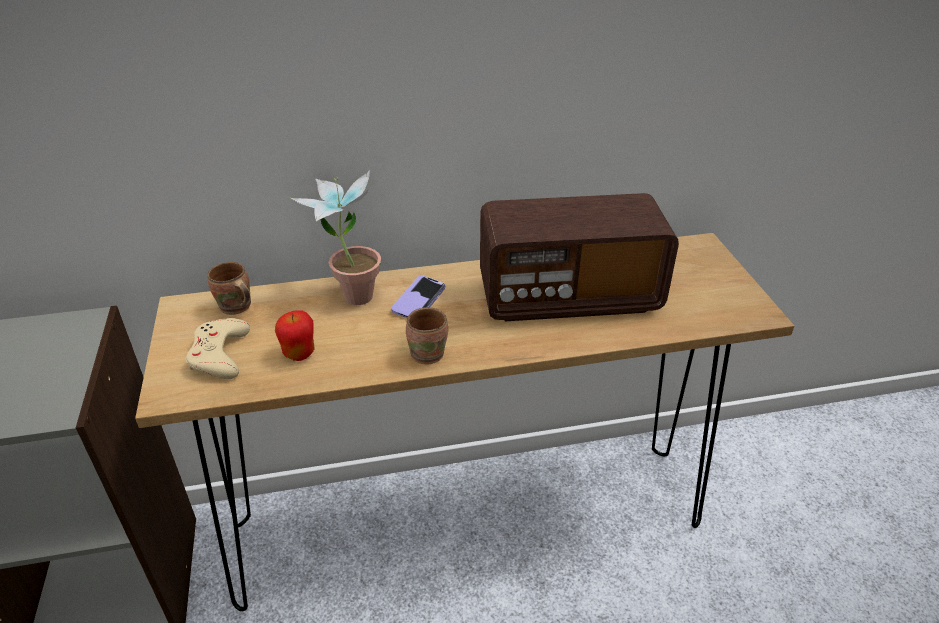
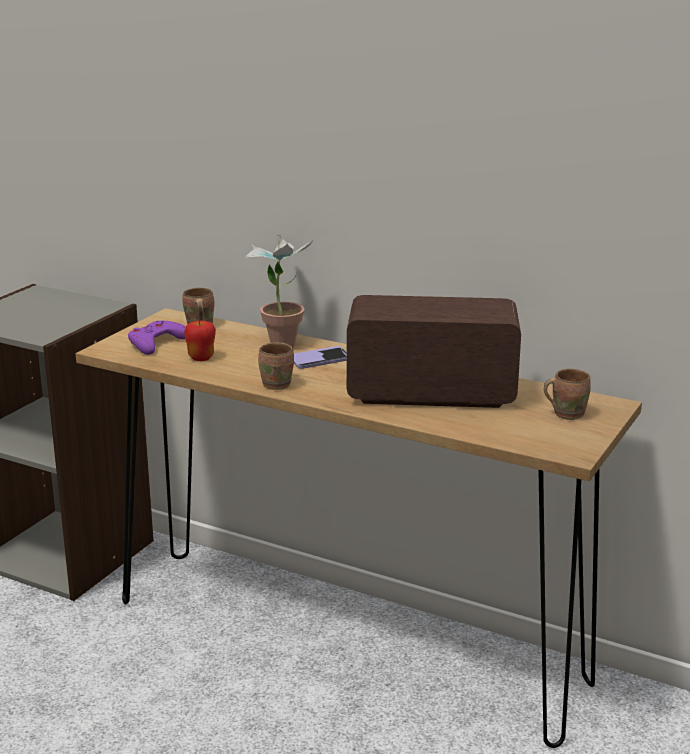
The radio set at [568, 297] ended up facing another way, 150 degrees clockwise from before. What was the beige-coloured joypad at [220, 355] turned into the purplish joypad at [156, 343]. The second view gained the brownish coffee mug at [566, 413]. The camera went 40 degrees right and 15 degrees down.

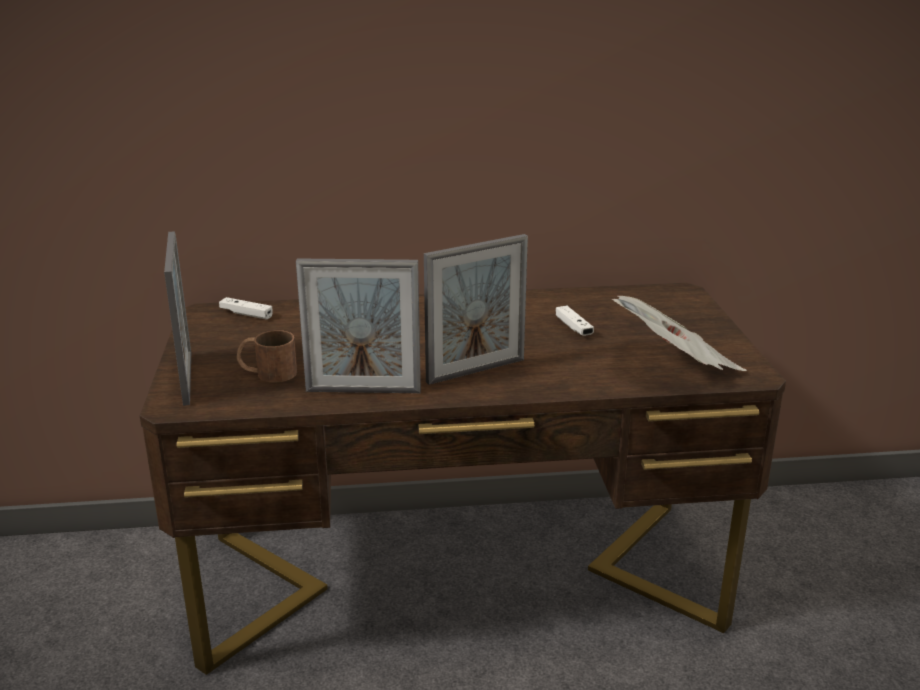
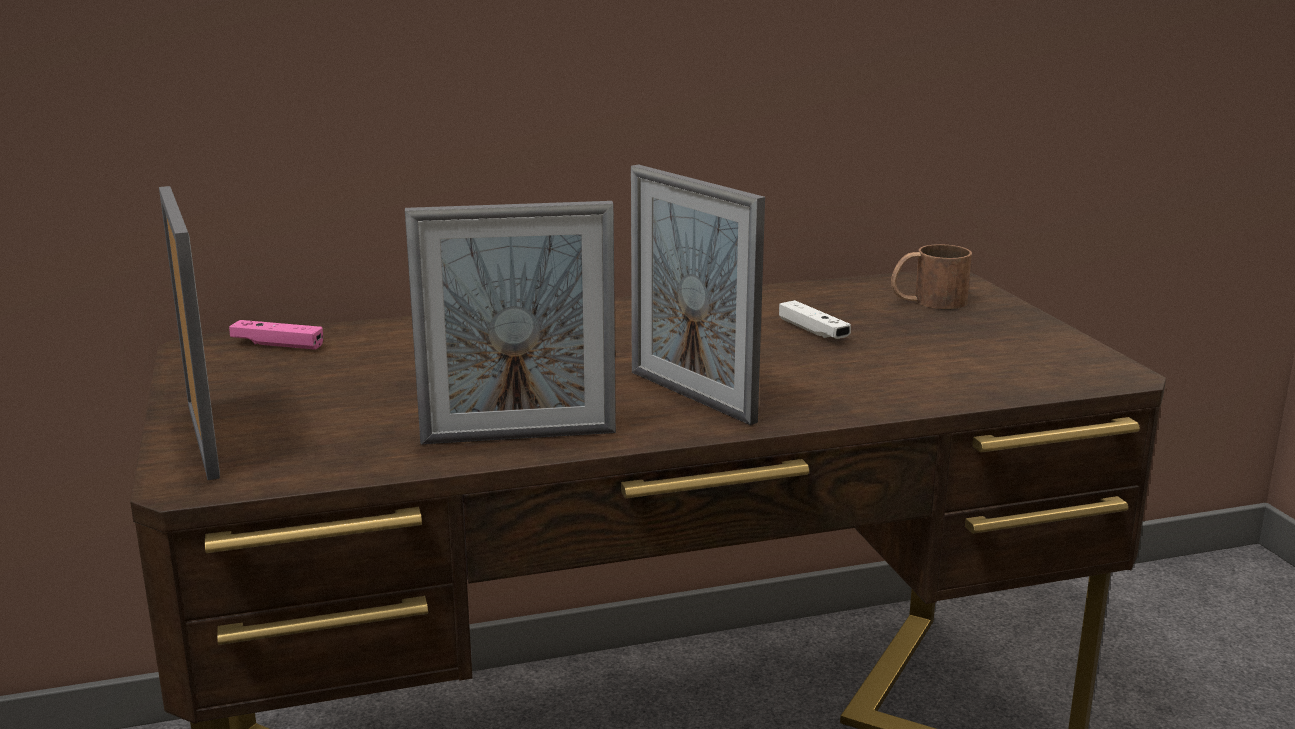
The photo frame at [476, 371] ended up facing another way, 90 degrees clockwise from before. The second view lost the printed paper at [676, 366]. What was the white joypad at [246, 314] turned into the pink joypad at [277, 344]. The brownish coffee mug ended up elsewhere, having gone from [267, 373] to [927, 301]. The camera went 10 degrees left and 5 degrees down.

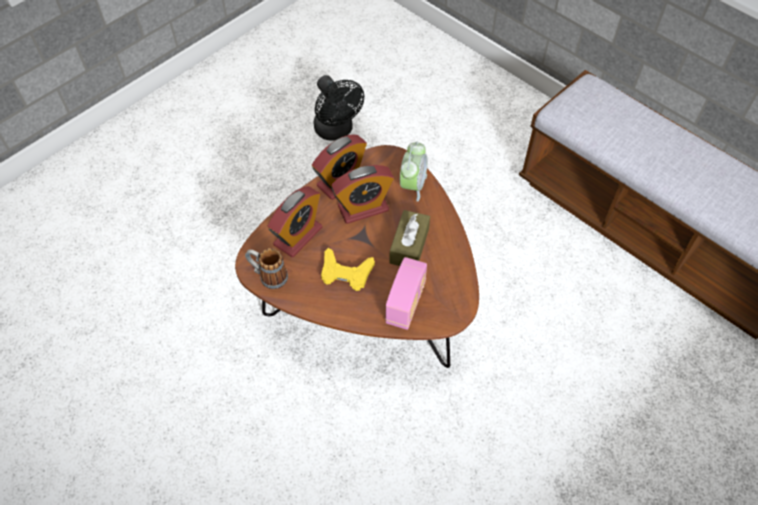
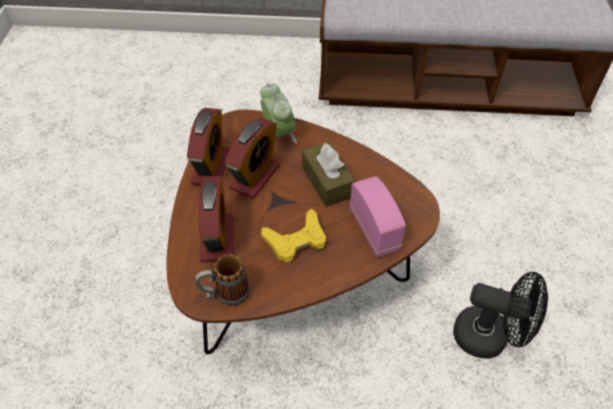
The black cooling fan ended up elsewhere, having gone from [336, 131] to [489, 337]. The camera went 40 degrees left and 5 degrees down.

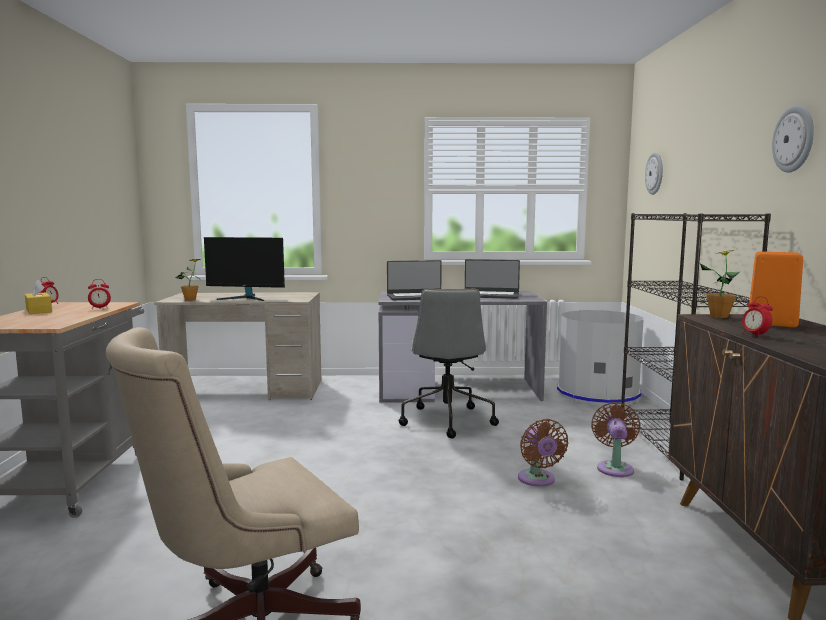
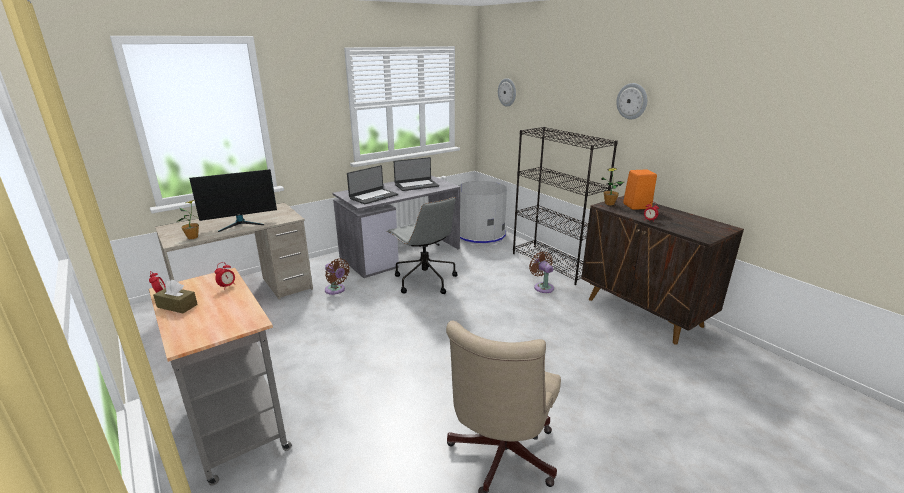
What was the yellow box of tissues at [39, 311] turned into the brownish box of tissues at [177, 306]. The brownish cooling fan ended up elsewhere, having gone from [537, 480] to [336, 290]. The camera went 35 degrees left and 15 degrees up.

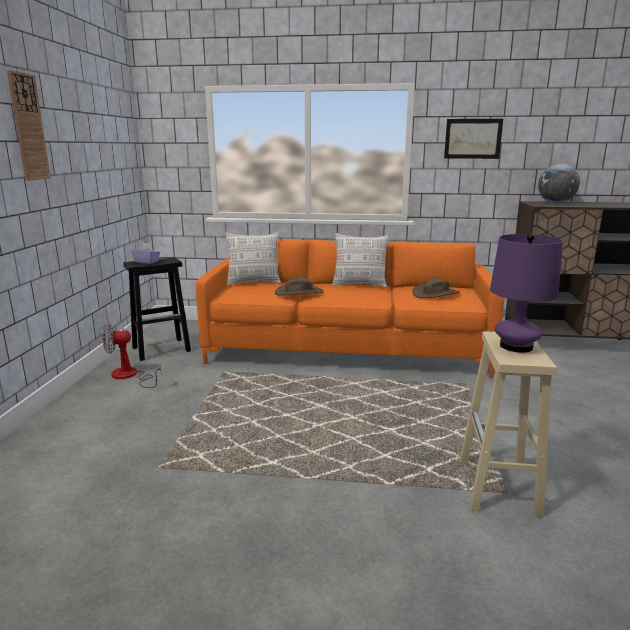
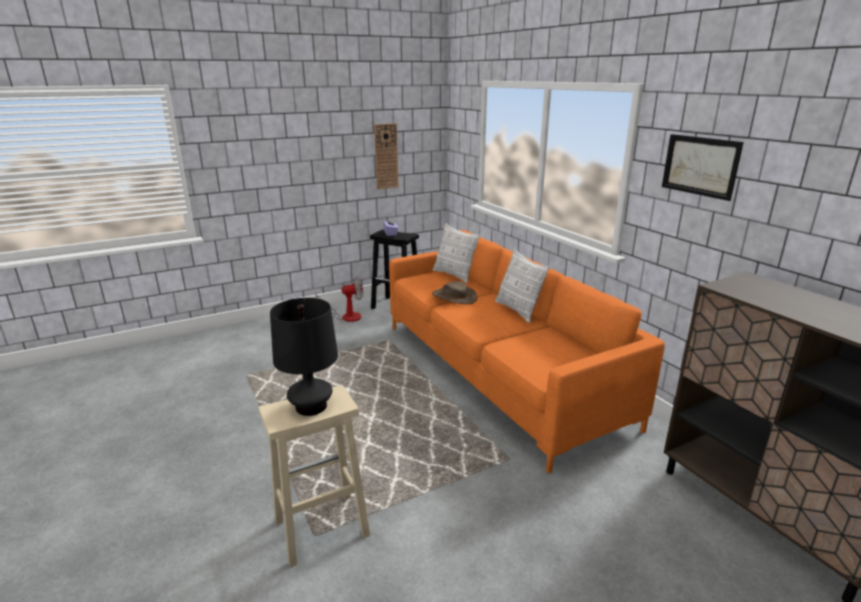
The clock on the wall ended up elsewhere, having gone from [28, 127] to [386, 156]. The second view lost the world globe at [556, 203]. What was the purplish lamp for a table at [516, 346] turned into the black lamp for a table at [311, 406]. The second view lost the brownish wearable hat at [435, 294]. The cooling fan at [130, 376] ended up facing another way, 120 degrees clockwise from before. The camera went 55 degrees right and 5 degrees up.

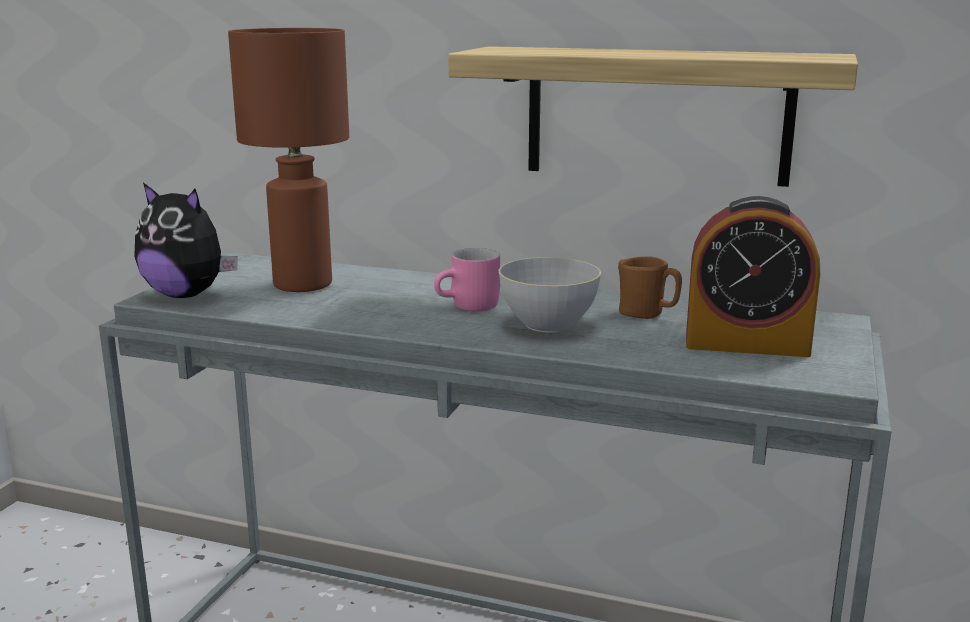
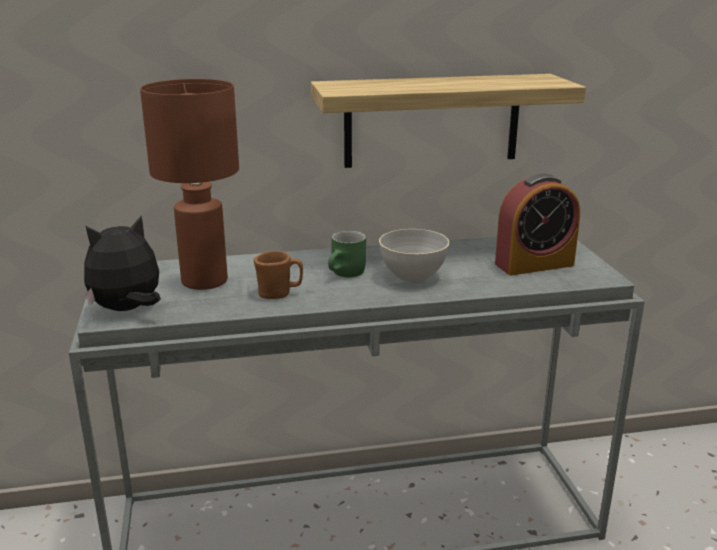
The soft toy at [187, 295] ended up facing another way, 150 degrees clockwise from before. What was the pink coffee mug at [470, 307] turned into the green coffee mug at [347, 274]. The brownish coffee mug ended up elsewhere, having gone from [647, 314] to [279, 294]. The camera went 30 degrees left and 5 degrees up.

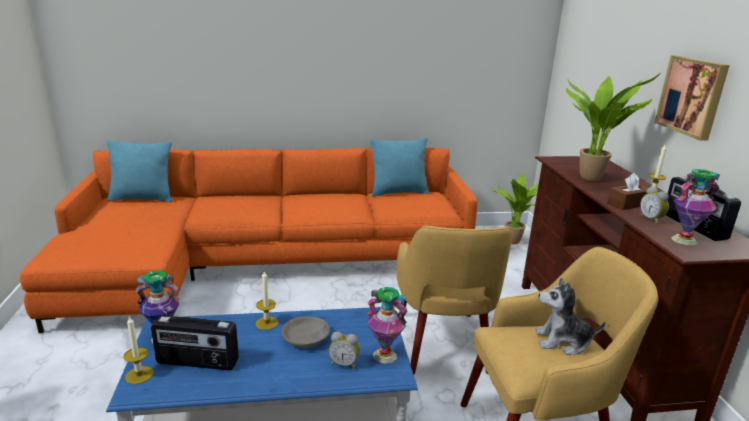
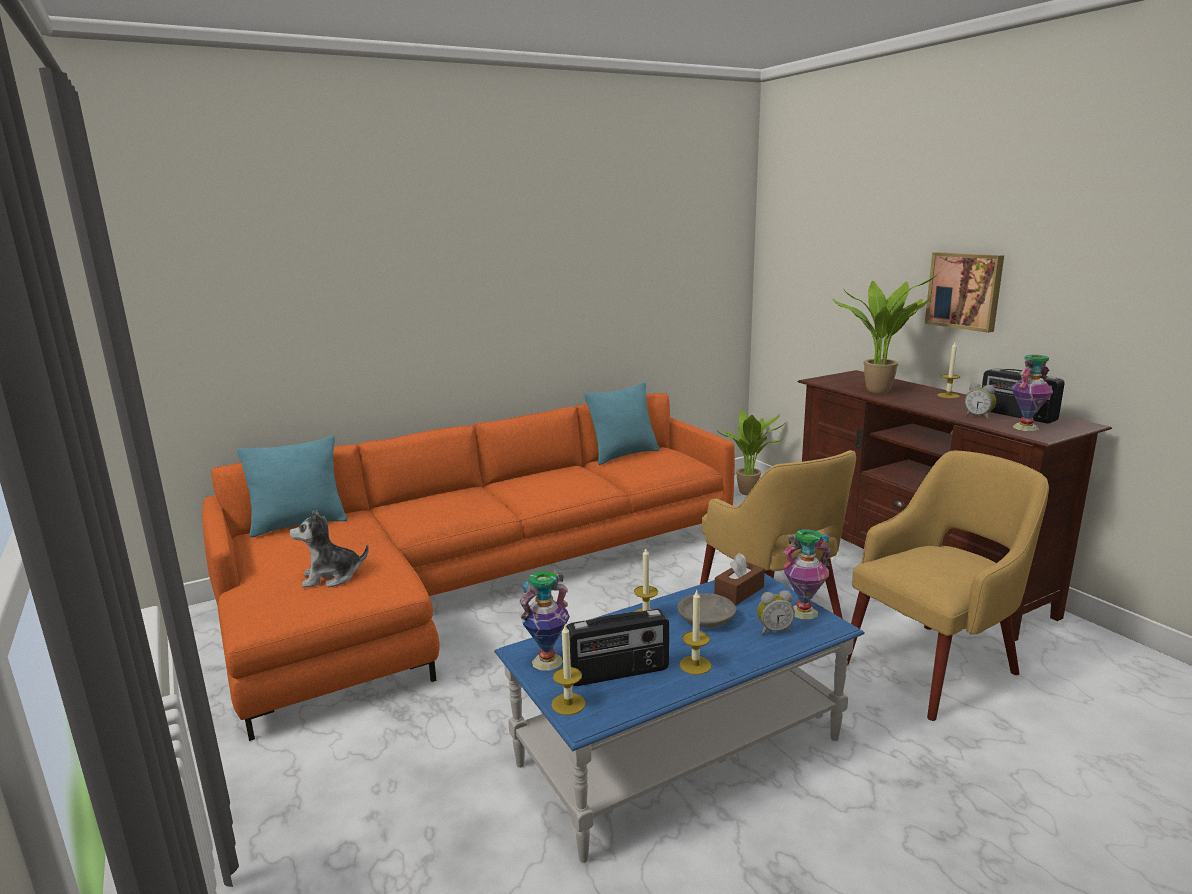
The brownish box of tissues ended up elsewhere, having gone from [628, 204] to [739, 592]. The soft toy ended up elsewhere, having gone from [562, 341] to [331, 577]. The second view gained the wax light at [695, 665]. The camera went 20 degrees left and 5 degrees down.

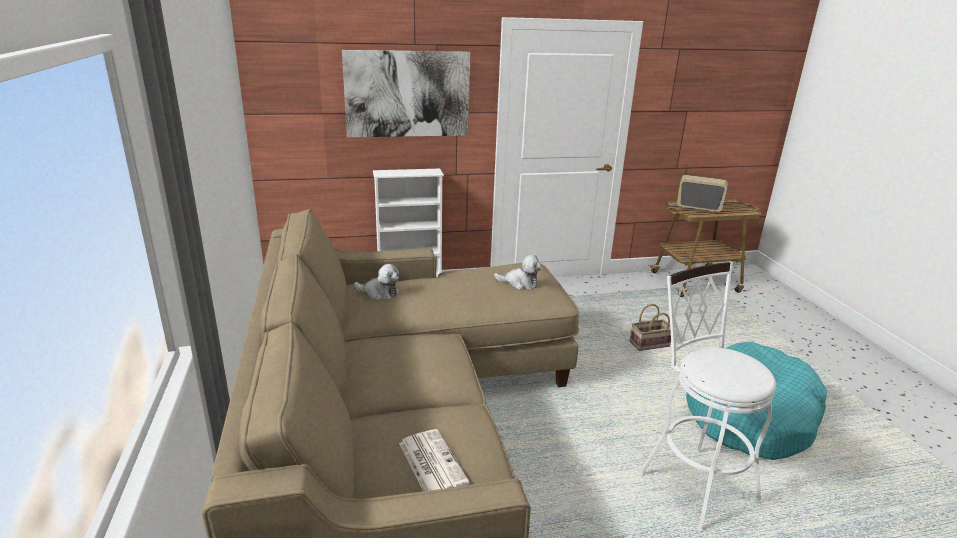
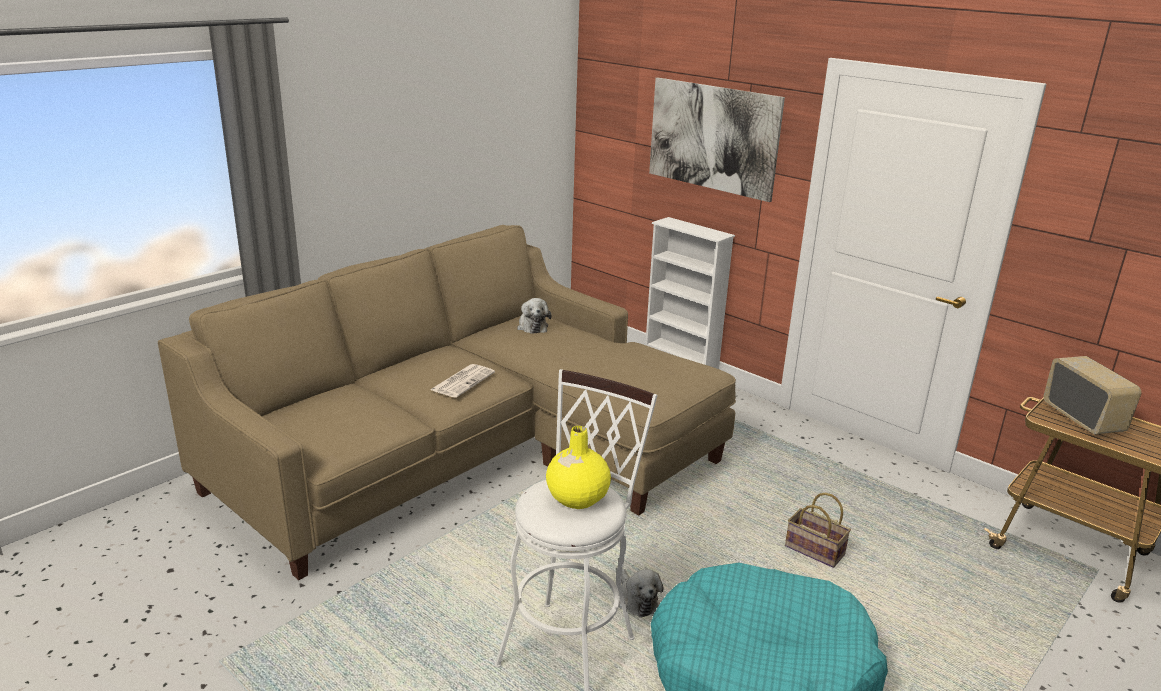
The soft toy ended up elsewhere, having gone from [520, 283] to [636, 600]. The printed paper ended up elsewhere, having gone from [431, 462] to [463, 381]. The second view gained the yellow flower vase at [576, 498]. The camera went 55 degrees right and 0 degrees up.

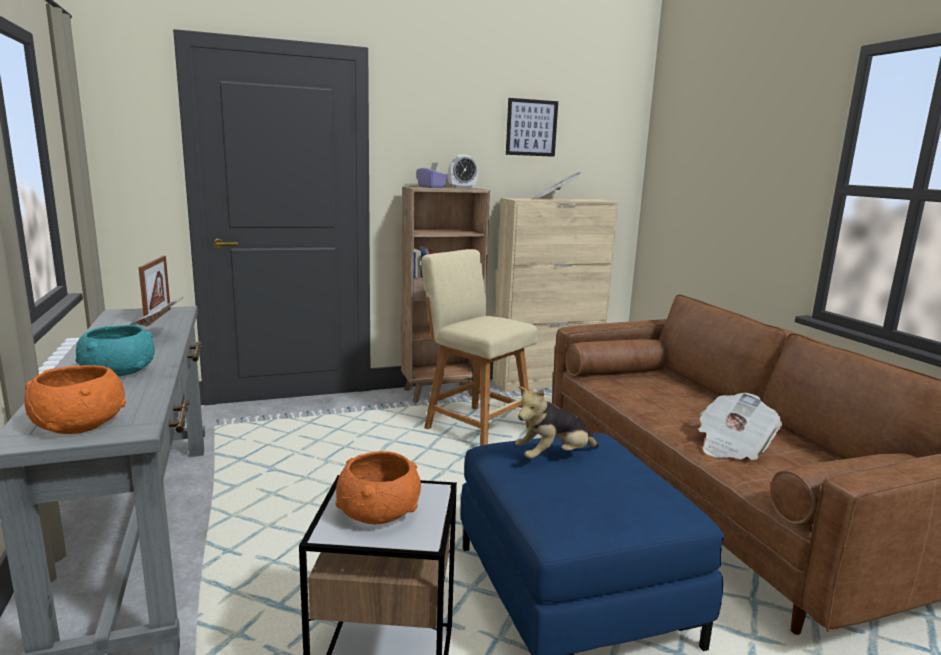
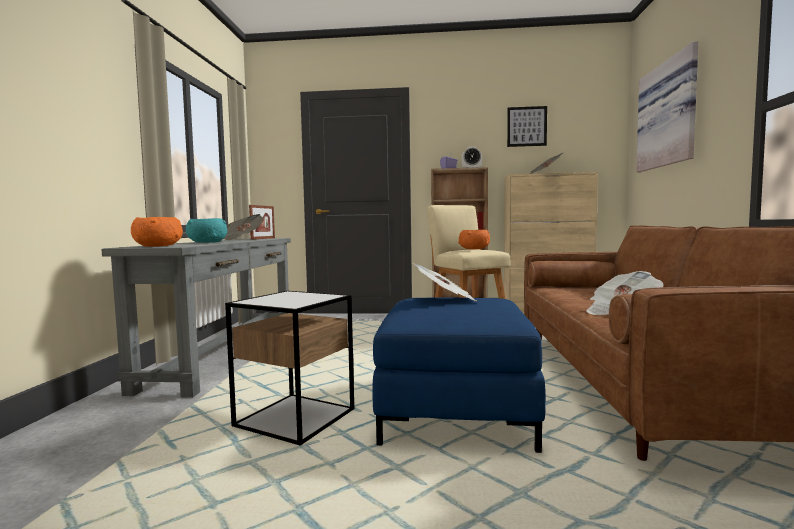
Where the soft toy stood at [554, 457], the printed paper came to stand at [446, 300]. The orange serving bowl ended up elsewhere, having gone from [378, 513] to [474, 249]. The second view gained the picture at [670, 114]. The camera went 25 degrees right and 10 degrees down.

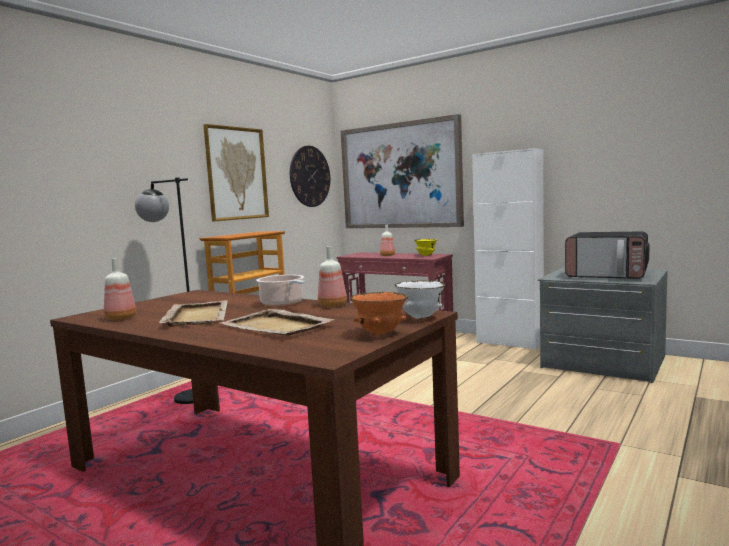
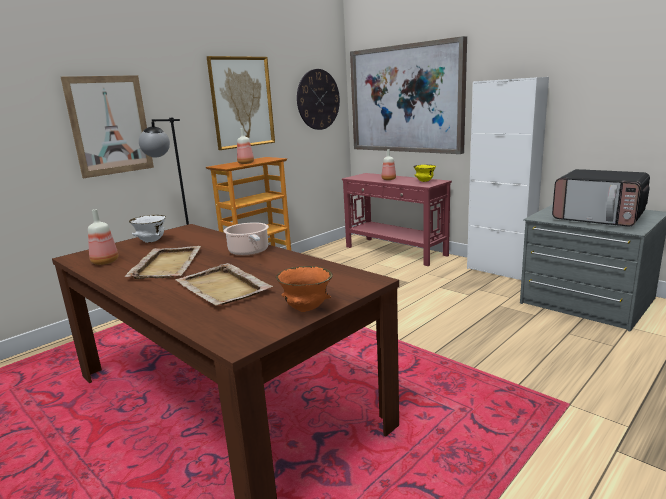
The bottle ended up elsewhere, having gone from [333, 305] to [246, 163]. The white serving bowl ended up elsewhere, having gone from [420, 318] to [151, 242]. The second view gained the picture at [110, 125]. The camera went 10 degrees right and 10 degrees up.

